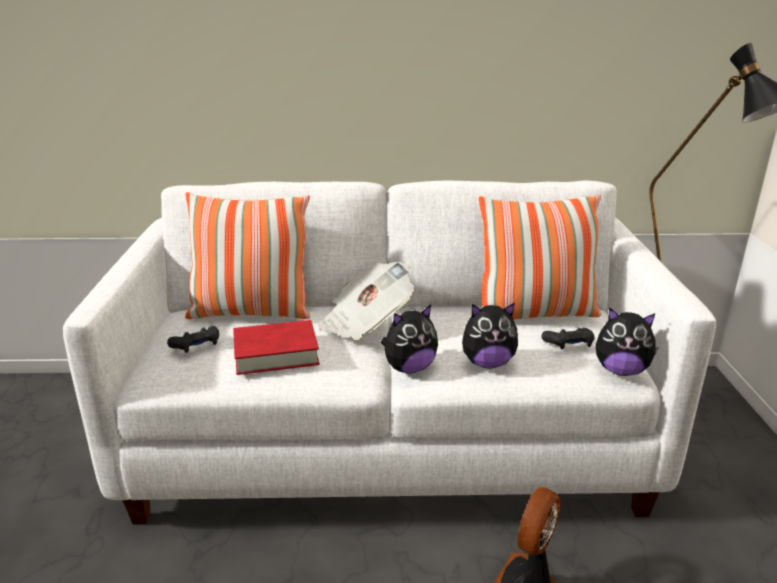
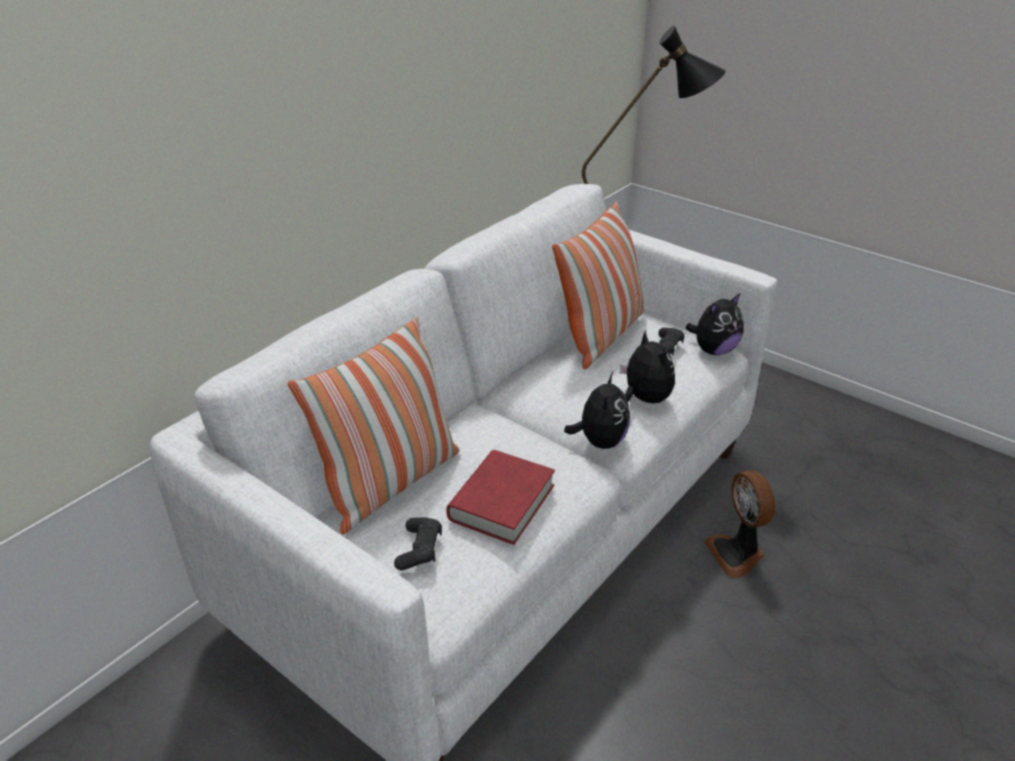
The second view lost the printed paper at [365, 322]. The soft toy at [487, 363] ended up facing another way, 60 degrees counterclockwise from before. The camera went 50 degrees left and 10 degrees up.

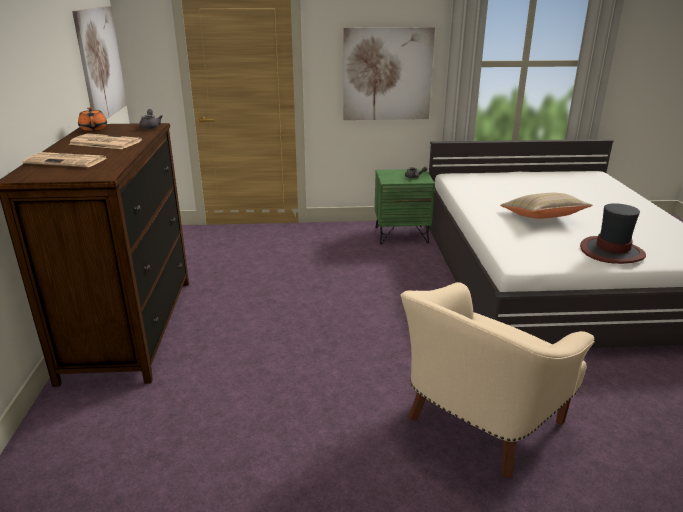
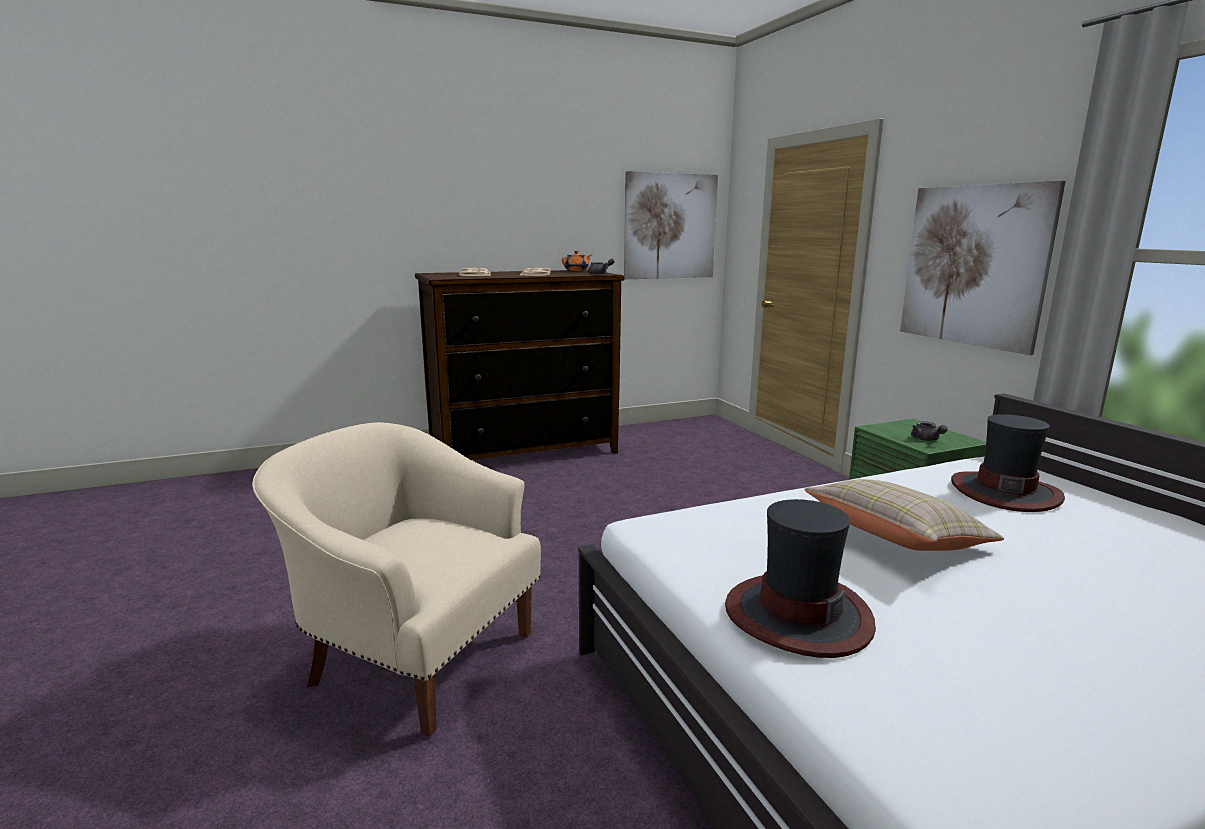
The second view gained the wearable hat at [1004, 492]. The camera went 70 degrees right and 10 degrees down.

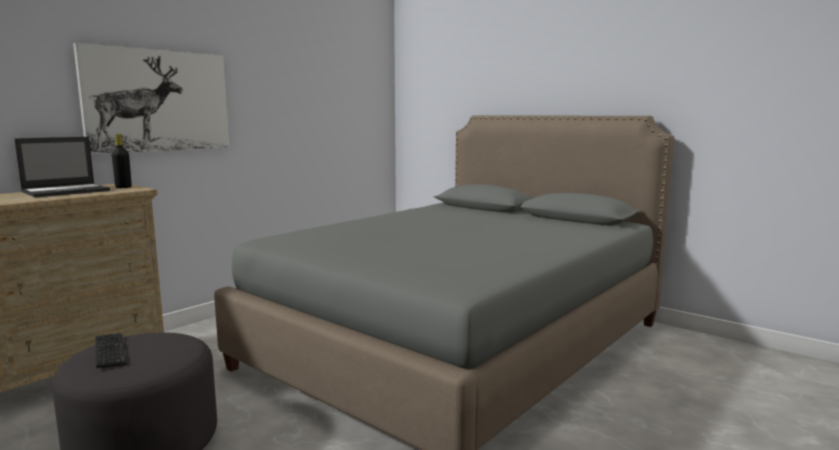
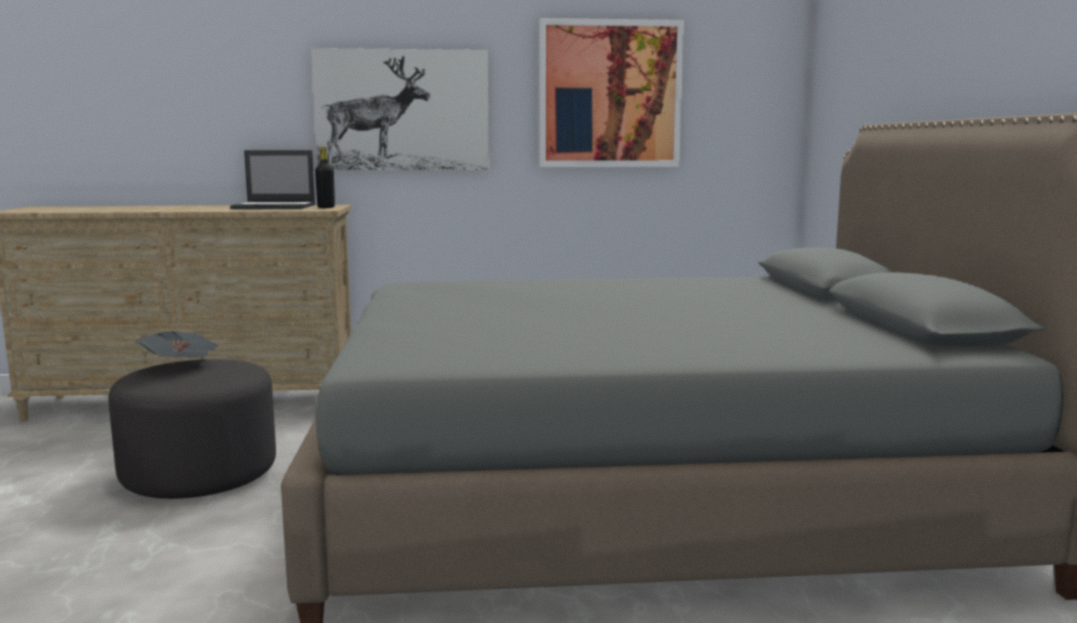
Where the PC keyboard stood at [110, 352], the printed paper came to stand at [181, 366]. The second view gained the picture at [610, 94]. The camera went 45 degrees right and 0 degrees up.

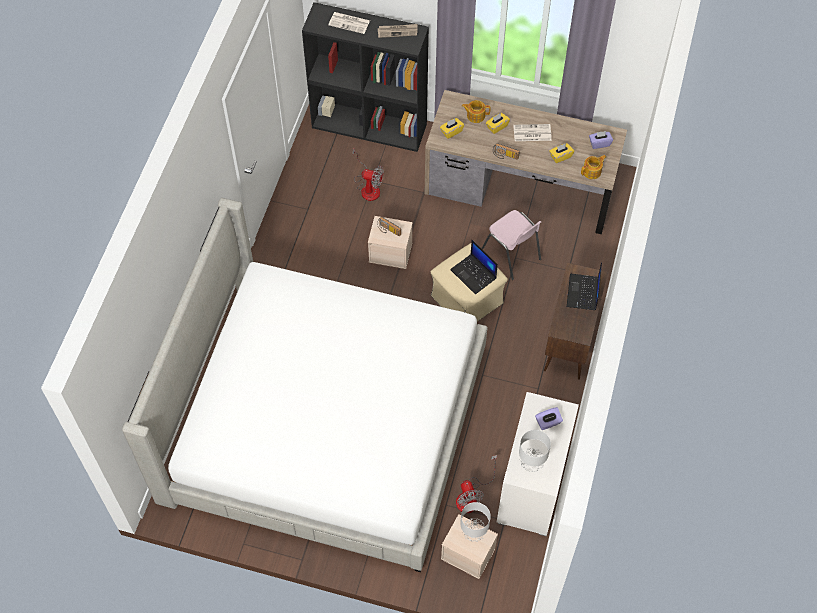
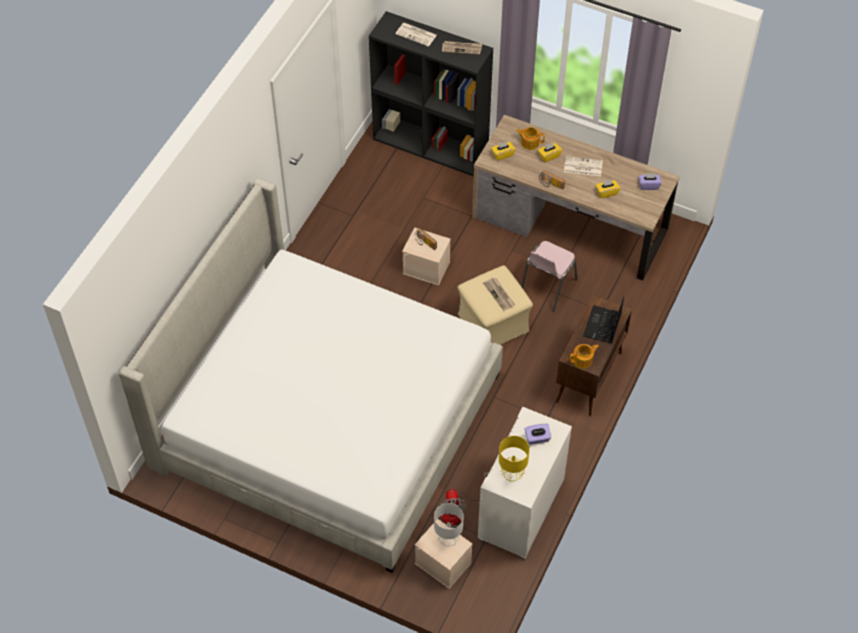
The second view lost the cooling fan at [368, 187]. The pot for tea ended up elsewhere, having gone from [592, 171] to [583, 360]. The pink upright chair at [511, 255] ended up facing another way, 60 degrees clockwise from before. Where the notebook computer stood at [474, 274], the printed paper came to stand at [499, 294]. What was the grey lamp for a table at [531, 465] turned into the yellow lamp for a table at [512, 475]. The camera went 10 degrees right and 5 degrees down.

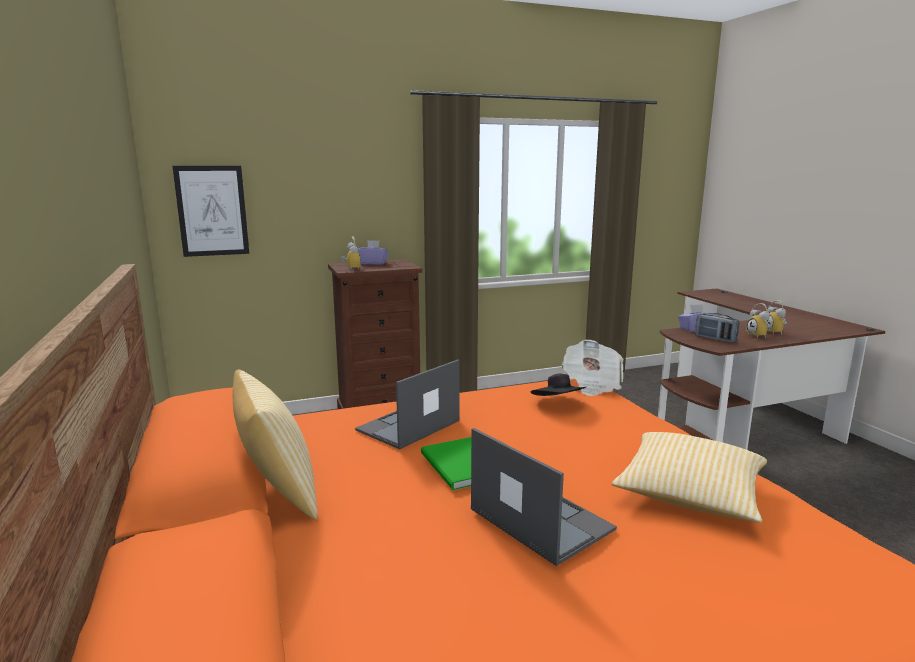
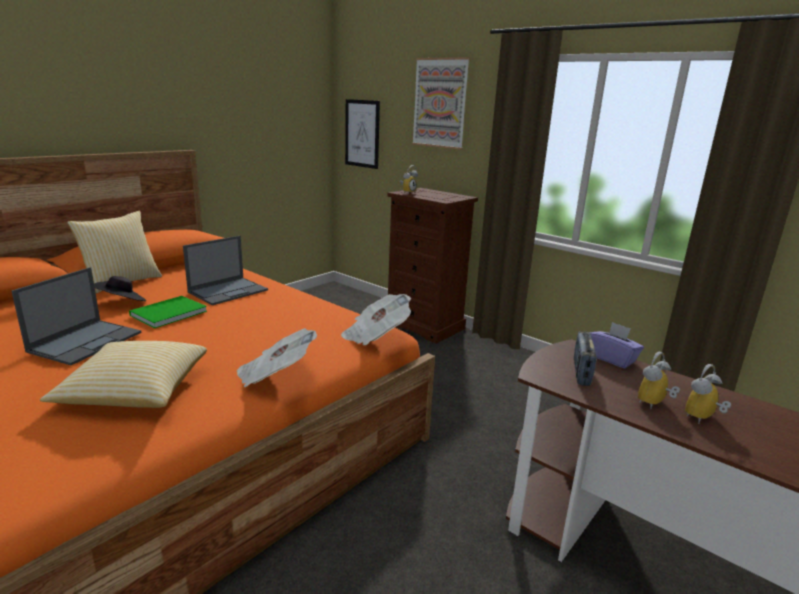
The second view lost the purplish box of tissues at [373, 263]. The notebook computer at [408, 426] ended up facing another way, 120 degrees clockwise from before. The black wearable hat ended up elsewhere, having gone from [558, 404] to [121, 303]. The second view gained the picture at [440, 103]. The second view gained the printed paper at [275, 375]. The camera went 60 degrees right and 5 degrees up.

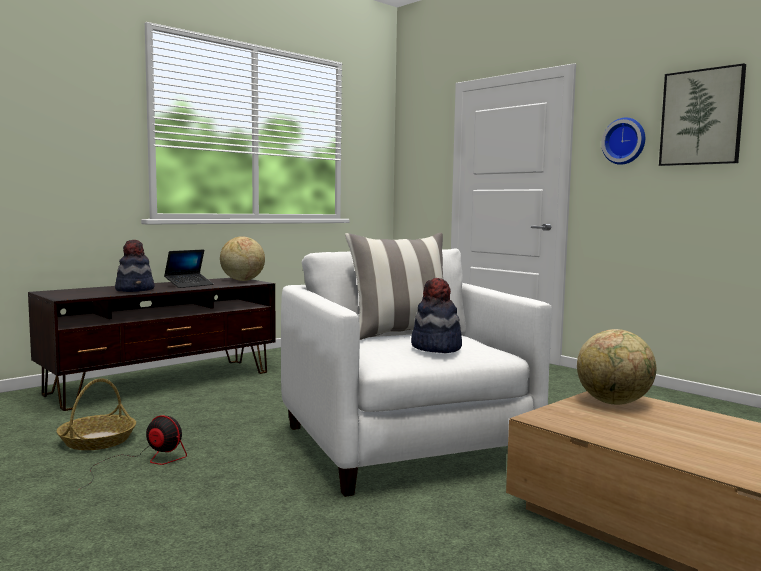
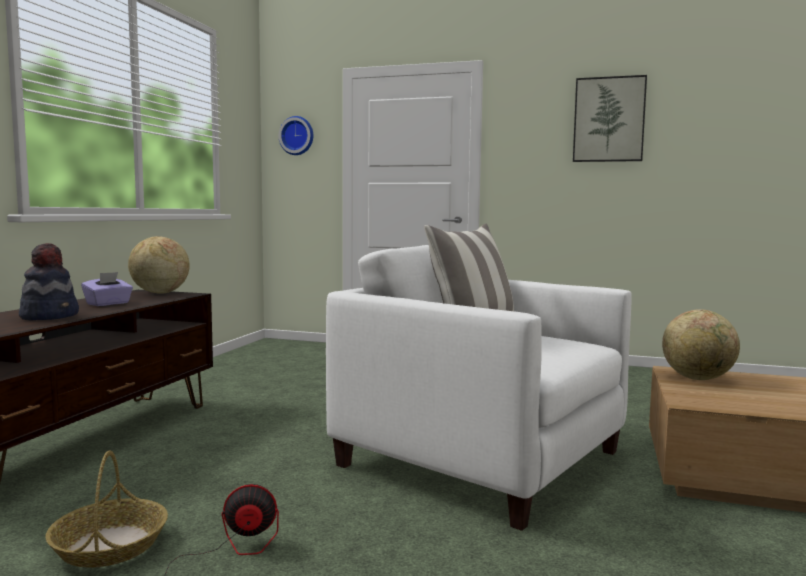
The clock on the wall ended up elsewhere, having gone from [625, 141] to [297, 136]. Where the notebook computer stood at [189, 285], the purplish box of tissues came to stand at [108, 304]. The second view lost the wearable hat at [436, 348]. The camera went 30 degrees left and 0 degrees up.

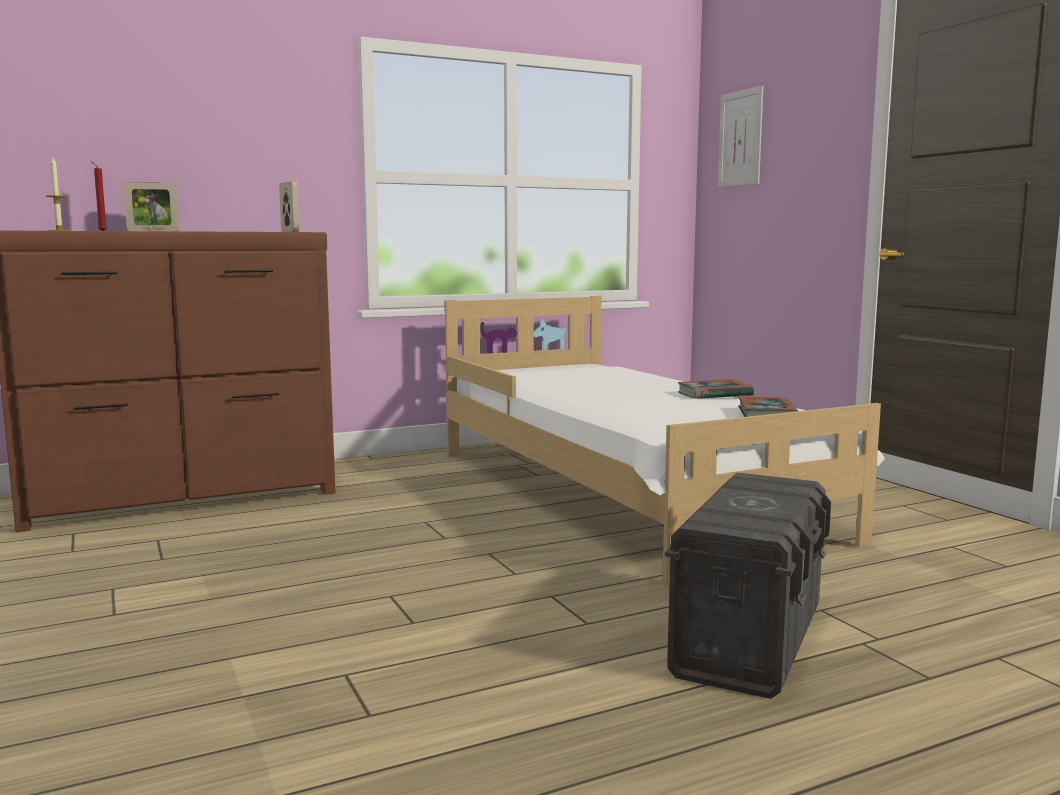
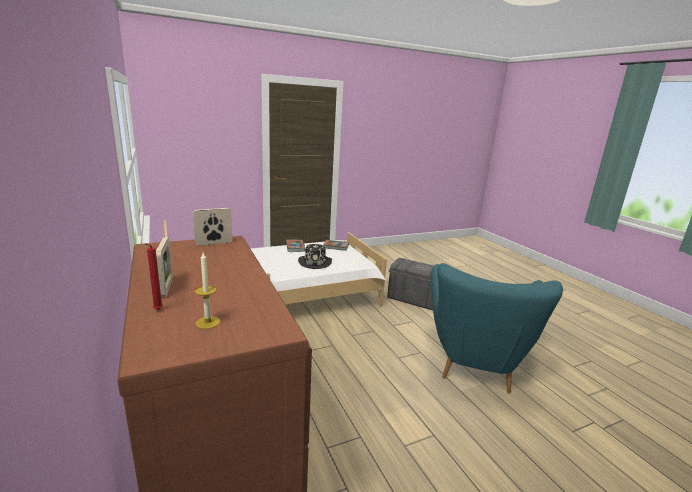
The second view lost the picture at [740, 138]. The second view gained the black wearable hat at [315, 262]. The second view gained the turquoise-coloured armchair at [474, 363]. The camera went 90 degrees left and 10 degrees up.

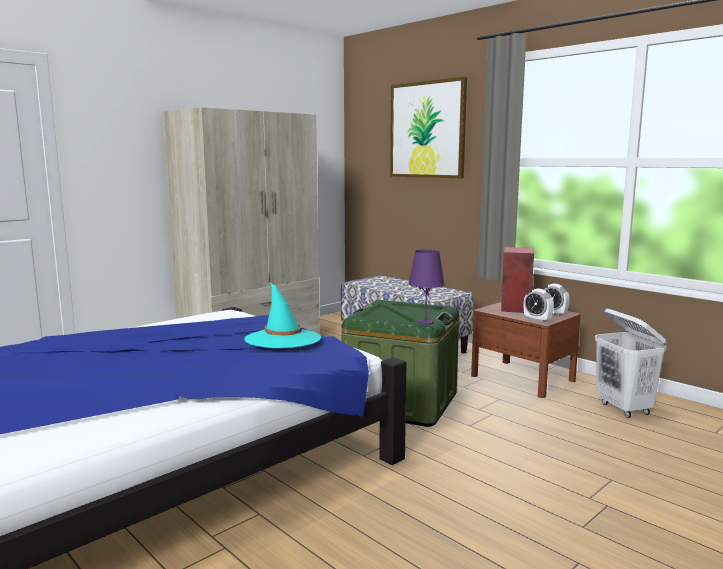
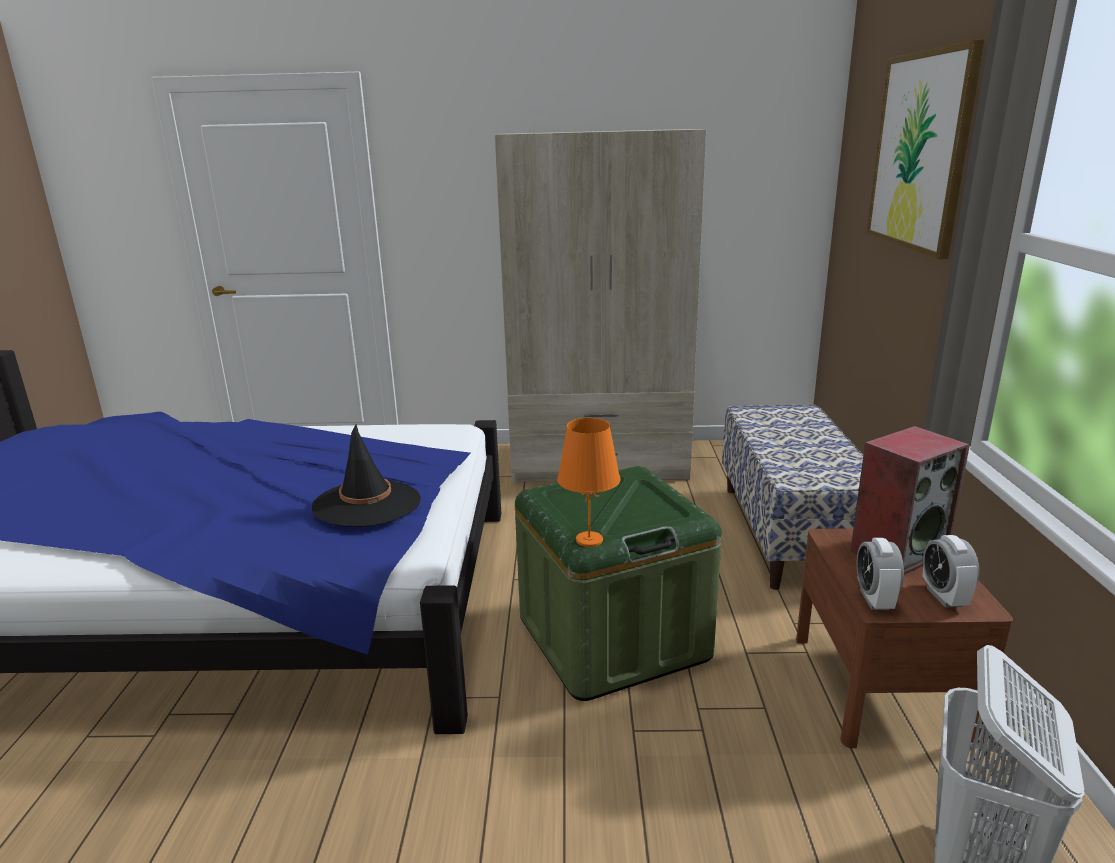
What was the purplish lamp for a table at [425, 322] turned into the orange lamp for a table at [588, 540]. What was the turquoise-coloured wearable hat at [283, 339] turned into the black wearable hat at [367, 504]. The camera went 45 degrees right and 10 degrees up.

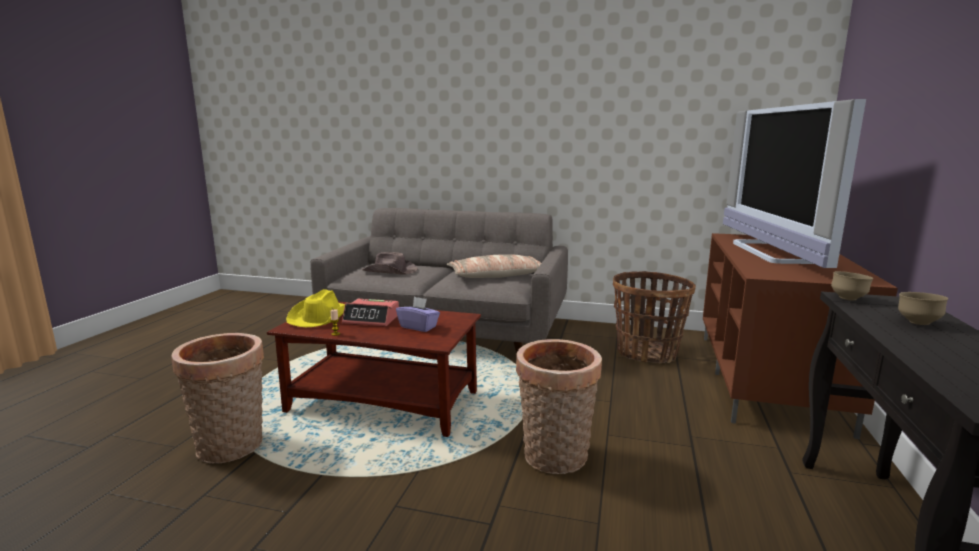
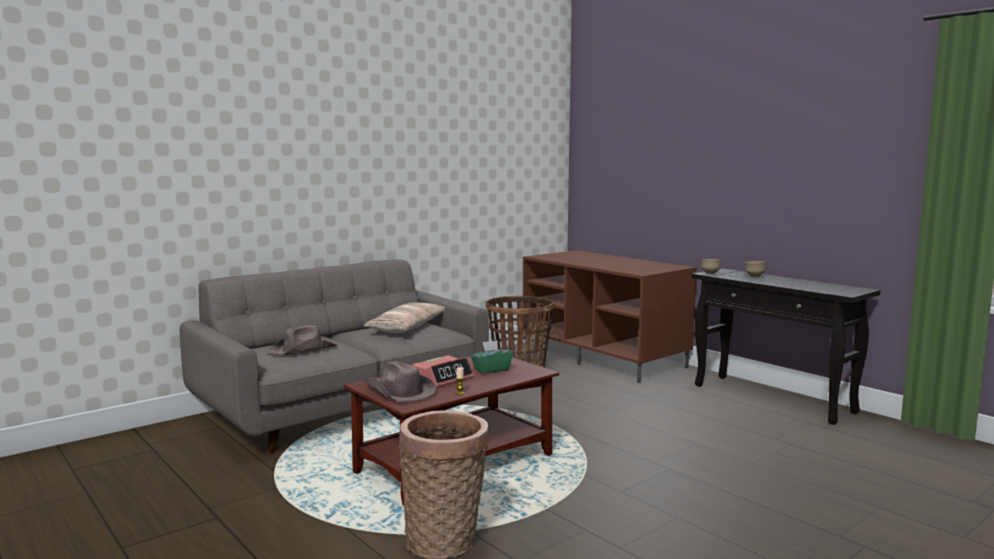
The second view lost the TV set at [770, 252]. What was the yellow wearable hat at [321, 317] turned into the brownish wearable hat at [399, 392]. What was the purplish box of tissues at [418, 327] turned into the green box of tissues at [491, 369]. The second view lost the basket at [555, 459]. The camera went 55 degrees left and 5 degrees down.

